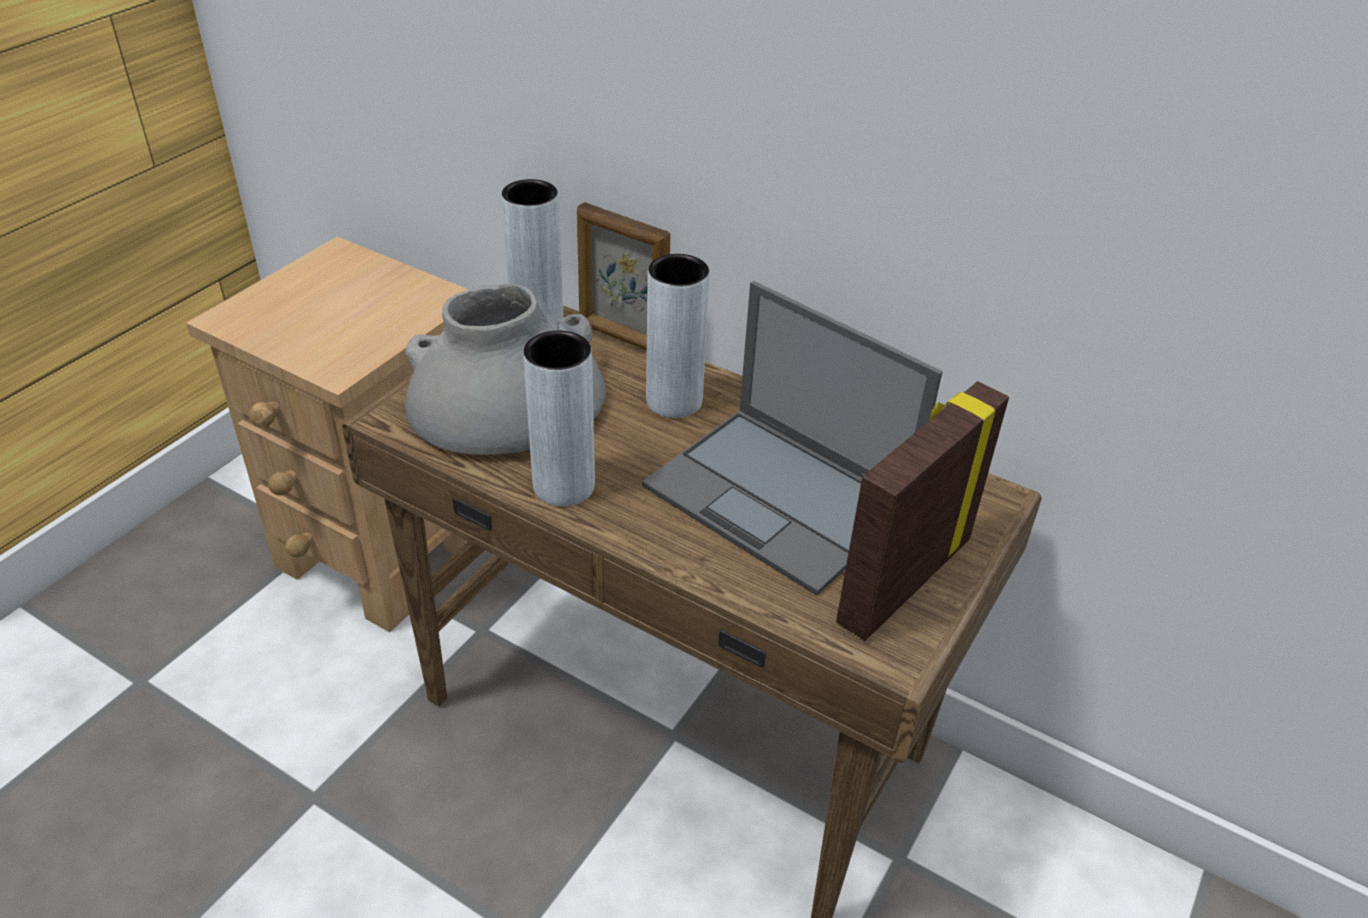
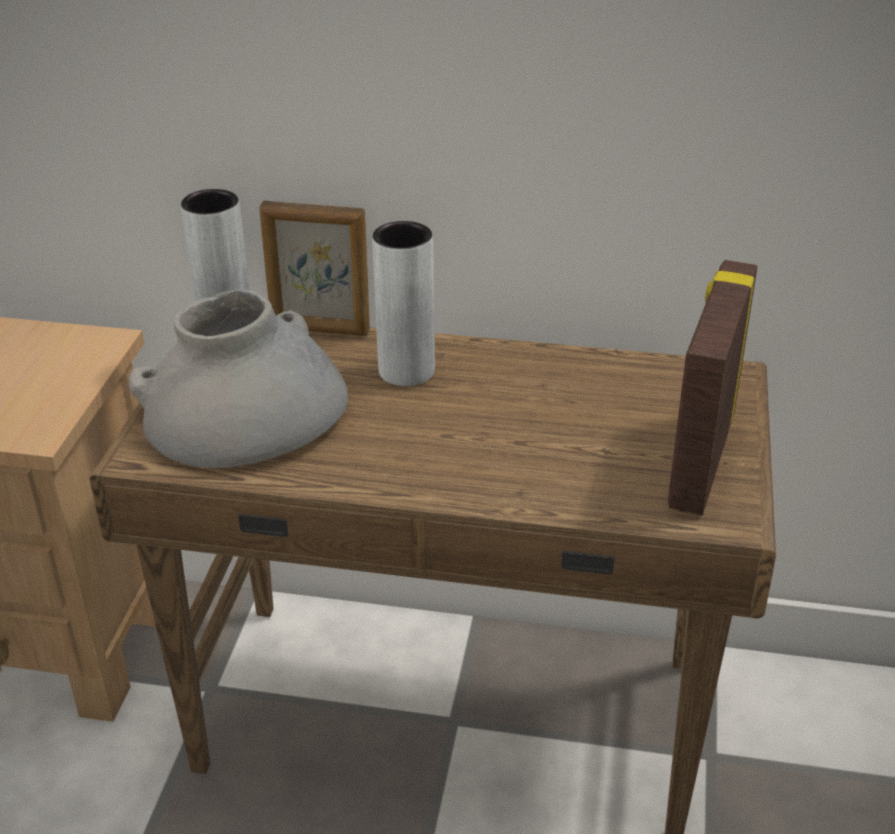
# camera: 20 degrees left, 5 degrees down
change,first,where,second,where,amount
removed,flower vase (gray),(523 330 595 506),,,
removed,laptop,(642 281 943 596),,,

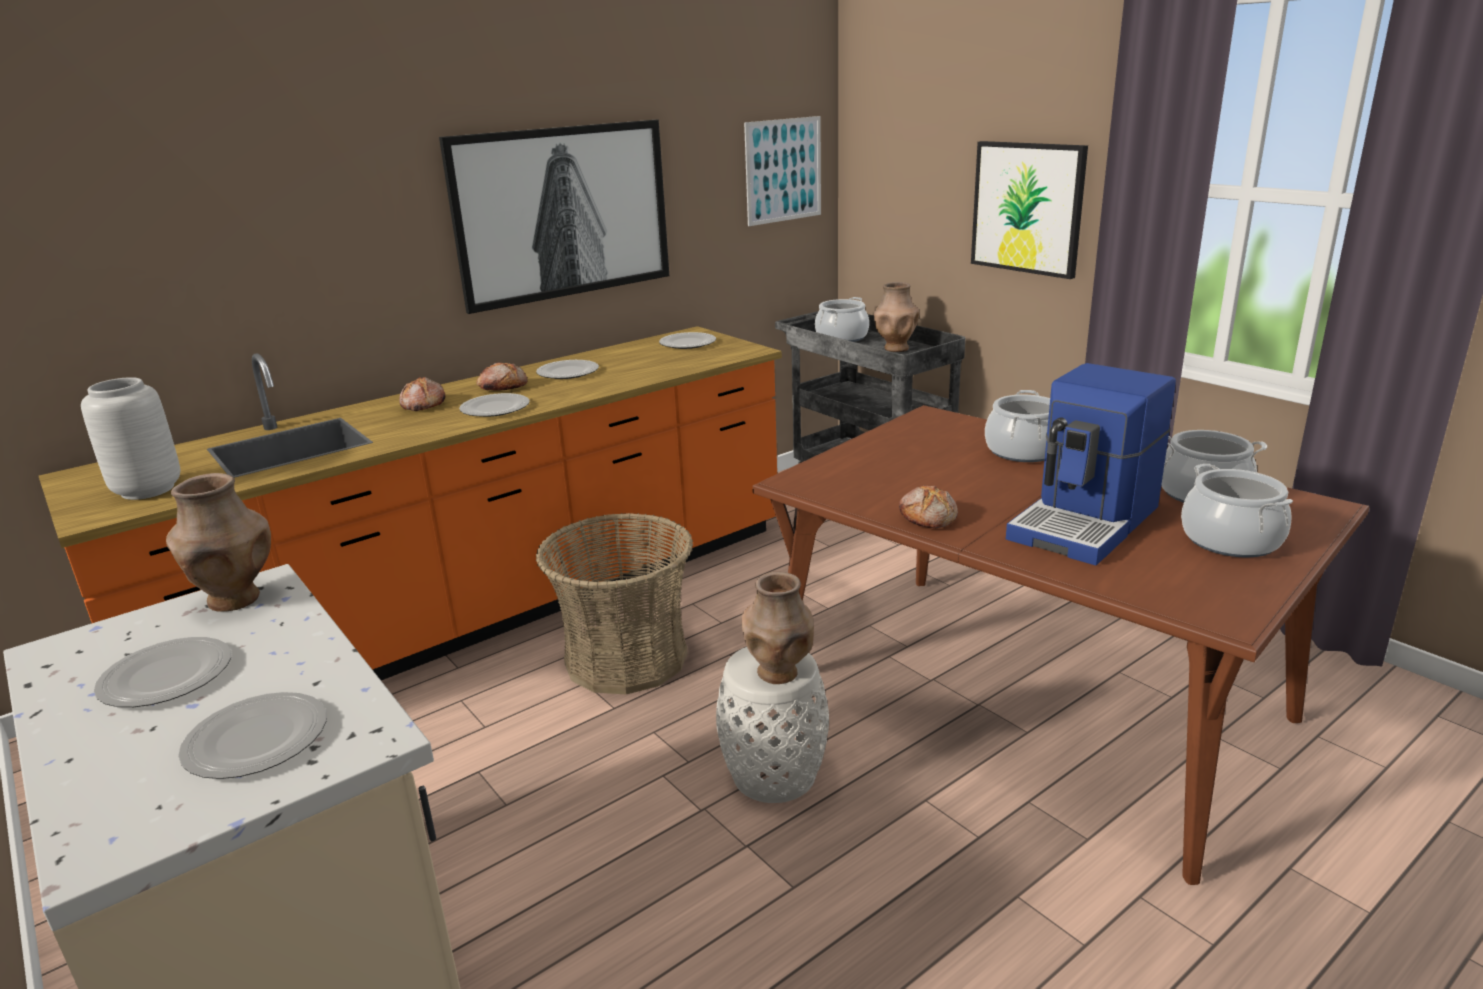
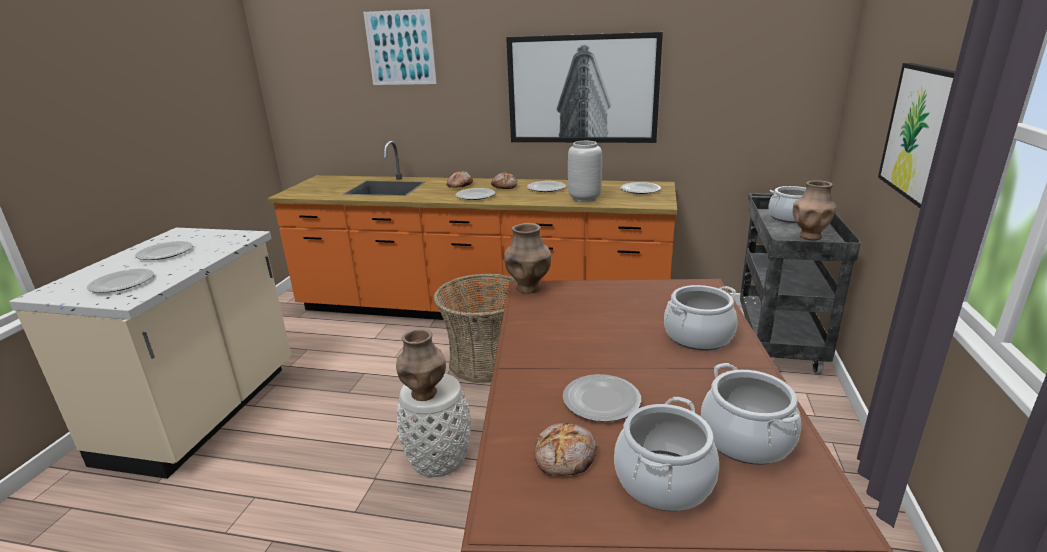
# camera: 50 degrees right, 0 degrees up
change,first,where,second,where,amount
moved,flower vase (gray),(81 377 180 500),,(568 141 602 202),
moved,flower vase (brown-coloured),(166 473 271 612),,(504 223 551 294),
moved,wall picture,(744 116 821 226),,(363 9 437 85),
moved,baked bread,(899 485 958 528),,(534 423 597 476),
replaced,coffee maker,(1006 363 1176 566),plate,(563 374 641 422),

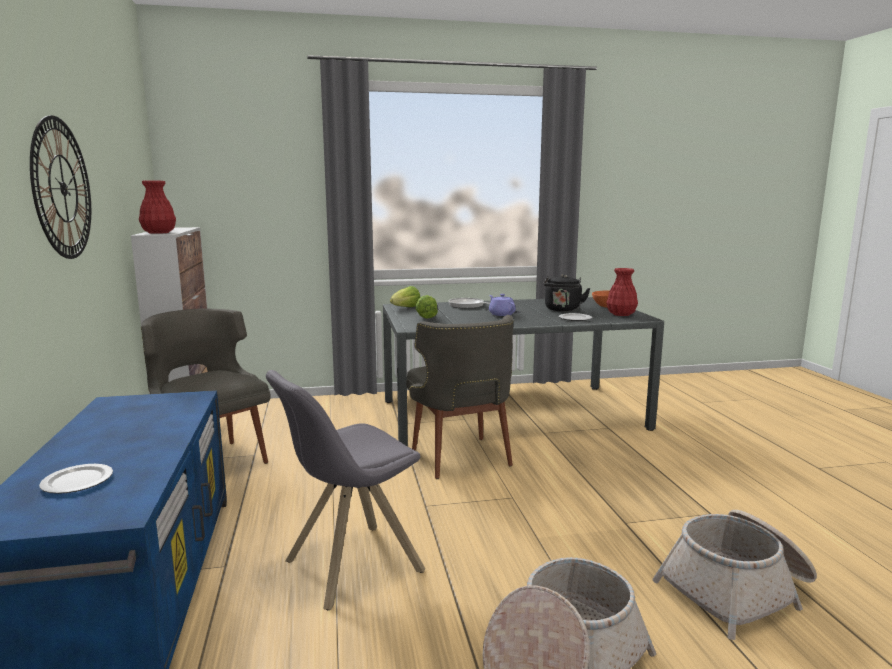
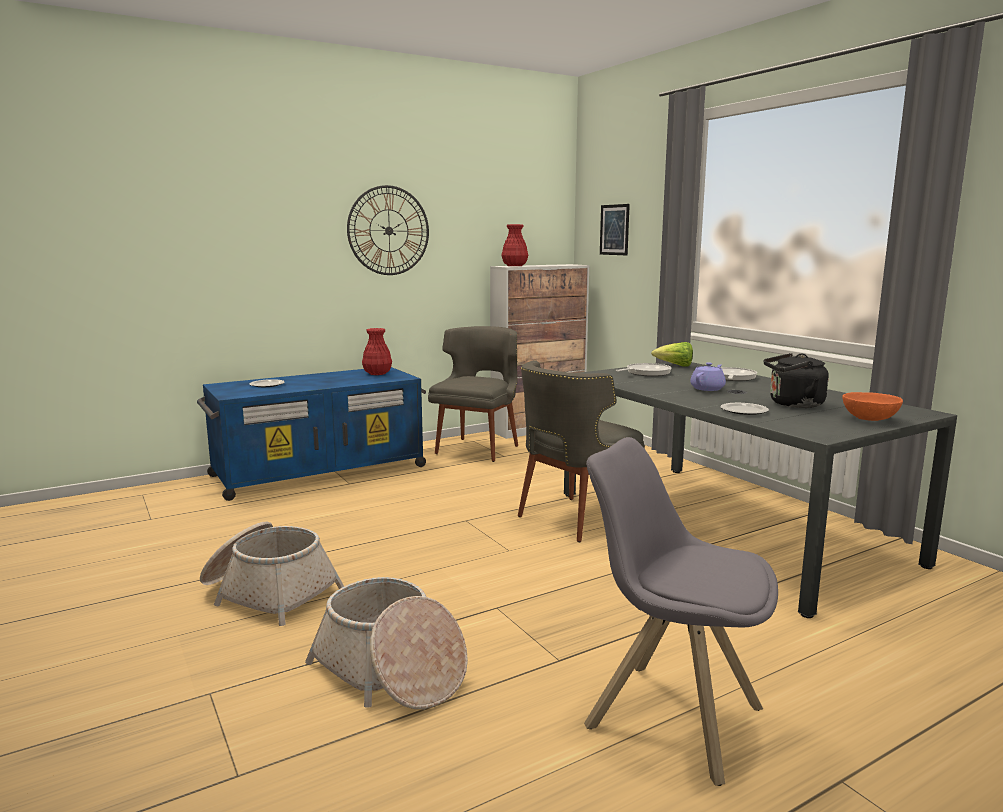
# camera: 70 degrees right, 0 degrees up
change,first,where,second,where,amount
added,,,wall picture,(600 204 630 255),
moved,upright chair (gray),(266 370 425 610),,(584 437 778 786),
moved,flower vase (red-coloured),(606 268 638 316),,(362 328 392 375),
replaced,lettuce head,(415 295 438 318),frying pan,(616 363 672 376),

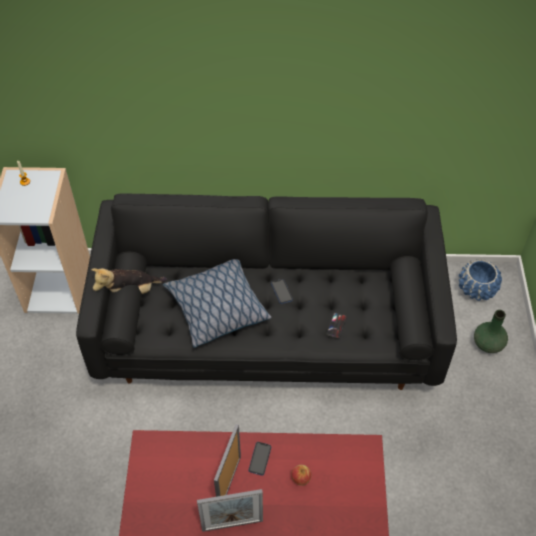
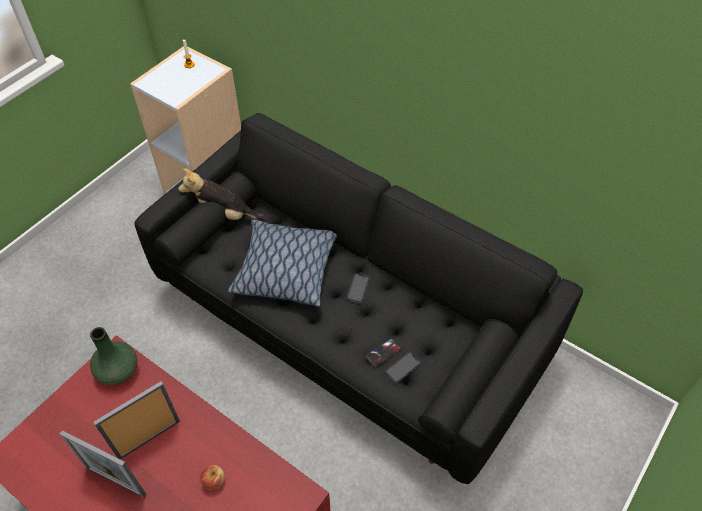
# camera: 35 degrees right, 0 degrees up
change,first,where,second,where,amount
removed,plant pot (blue-coloured),(458 259 502 301),,,
moved,phone,(248 442 271 476),,(385 352 421 383),
moved,flower vase (green-coloured),(474 310 508 353),,(90 327 137 385),

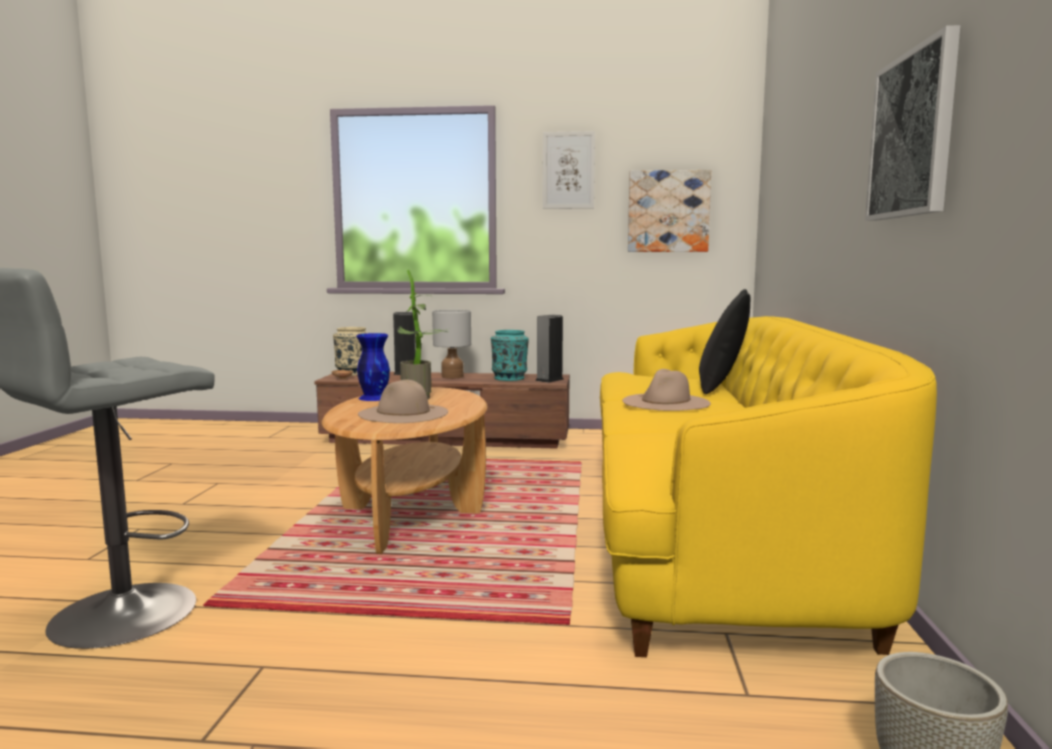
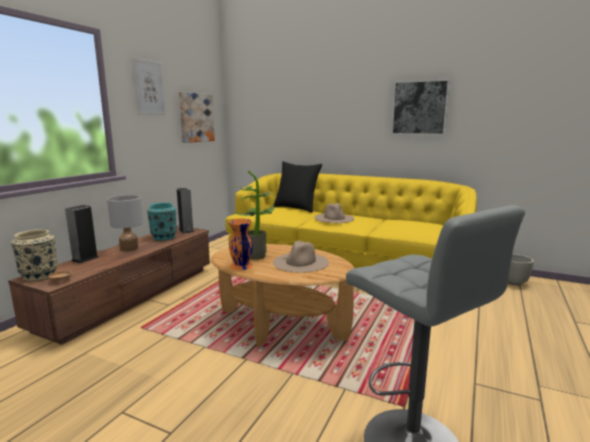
# camera: 70 degrees left, 5 degrees up
change,first,where,second,where,amount
recoloured,flower vase (blue-coloured),(356 333 390 401),flower vase (orange),(228 219 253 270),

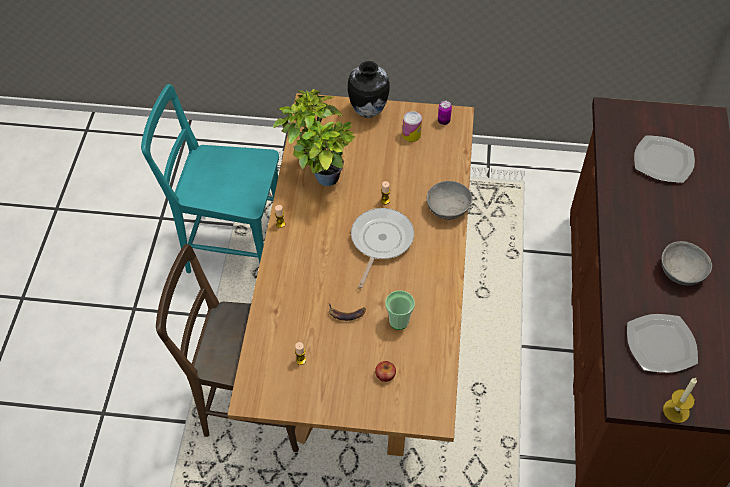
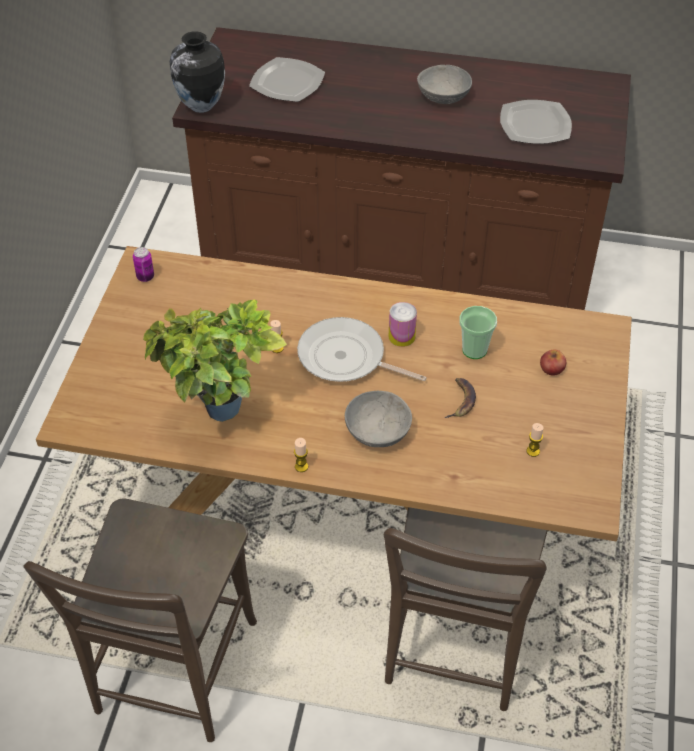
# camera: 85 degrees left, 5 degrees down
change,first,where,second,where,amount
removed,candle,(663 378 697 423),,,
moved,flower vase,(348 61 390 118),,(170 31 225 113),
moved,can,(402 111 422 142),,(389 302 417 347),
moved,serving bowl (gray),(427 181 472 220),,(345 391 412 447),
recoloured,upright chair (turquoise-coloured),(141 84 279 273),upright chair (brown-coloured),(24 499 257 742),

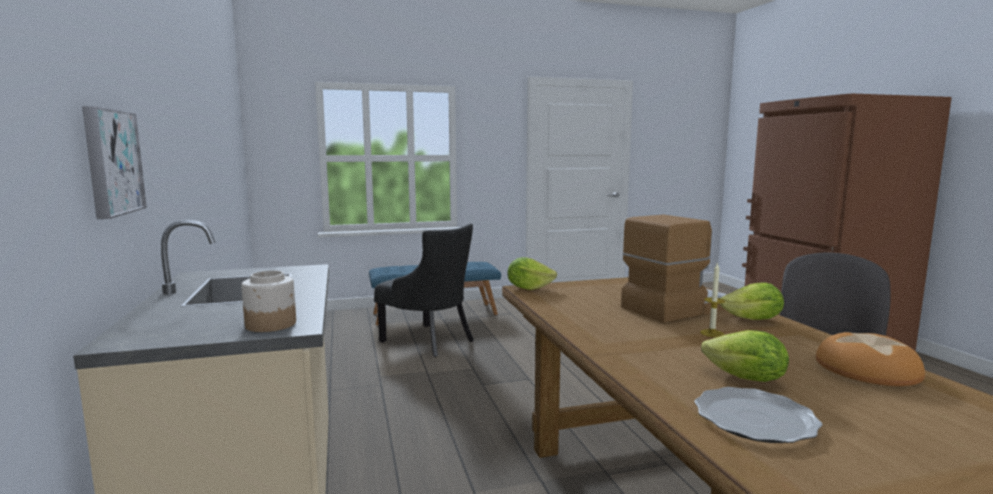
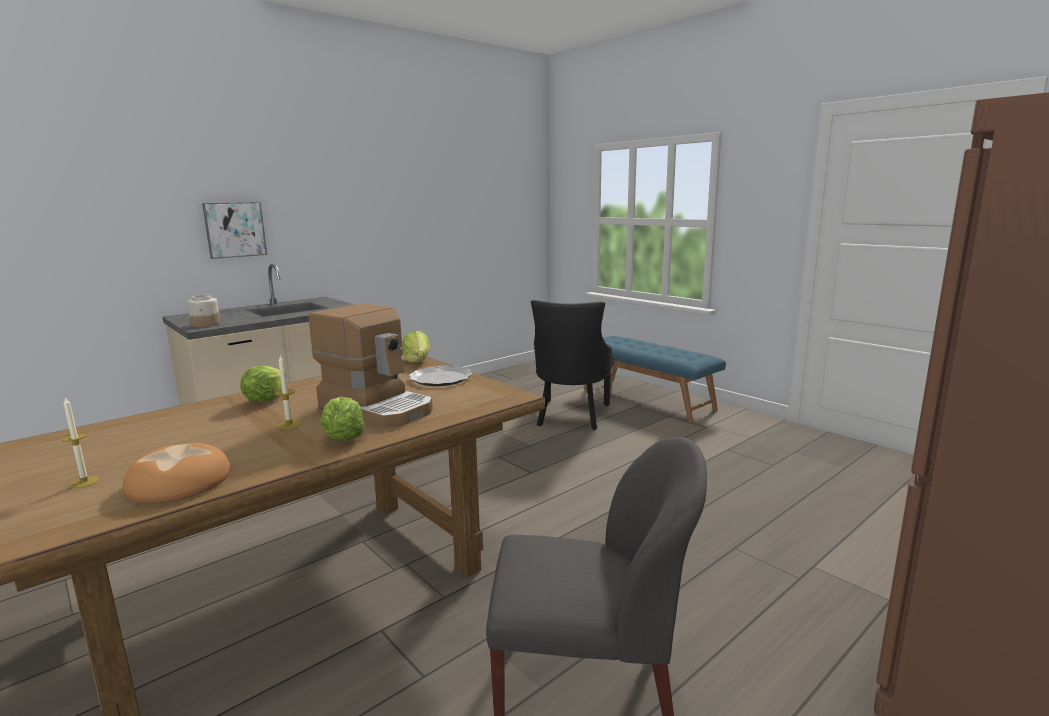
# camera: 65 degrees right, 5 degrees up
change,first,where,second,where,amount
added,,,candle,(62 397 99 488),
moved,plate,(694 387 823 443),,(409 366 472 386),
moved,lettuce head,(701 330 789 382),,(240 365 286 402),

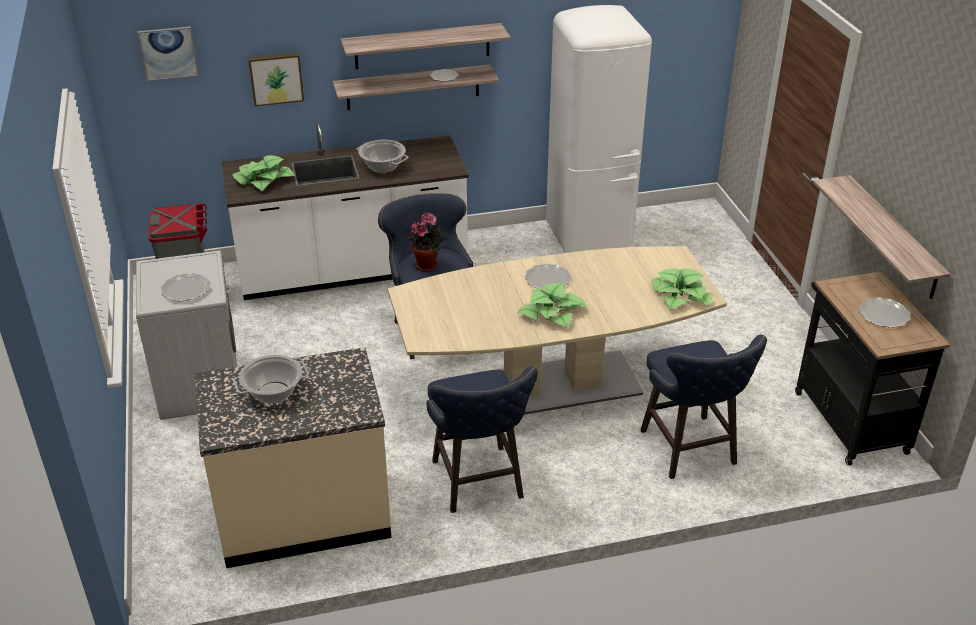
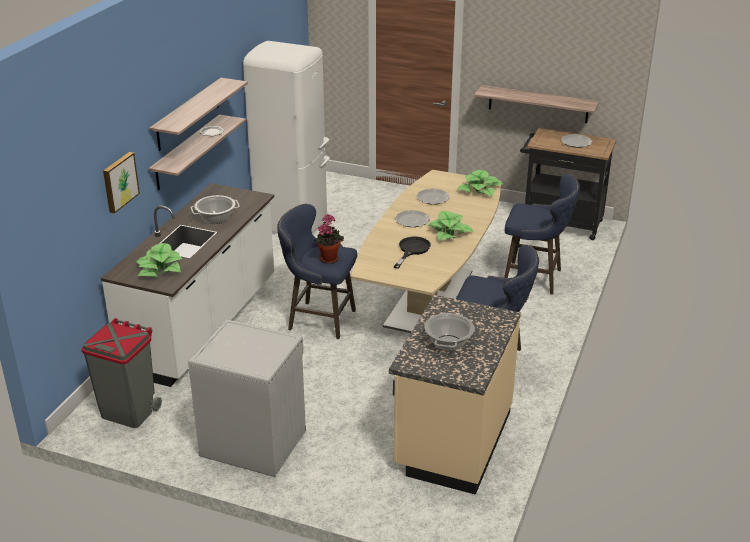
# camera: 55 degrees left, 5 degrees down
change,first,where,second,where,amount
removed,wall picture,(137 26 199 81),,,
added,,,frying pan (black-coloured),(393 237 431 269),
moved,plate,(161 273 210 301),,(416 189 450 205),

